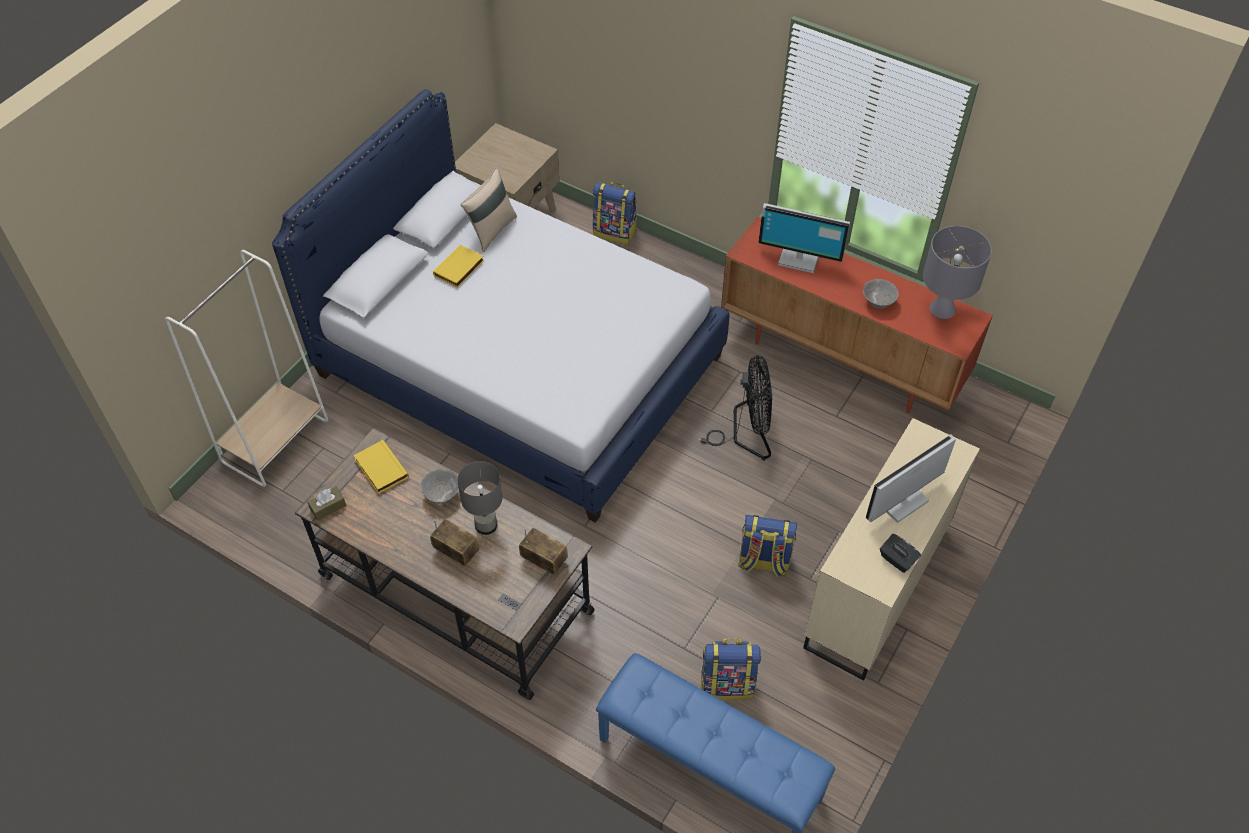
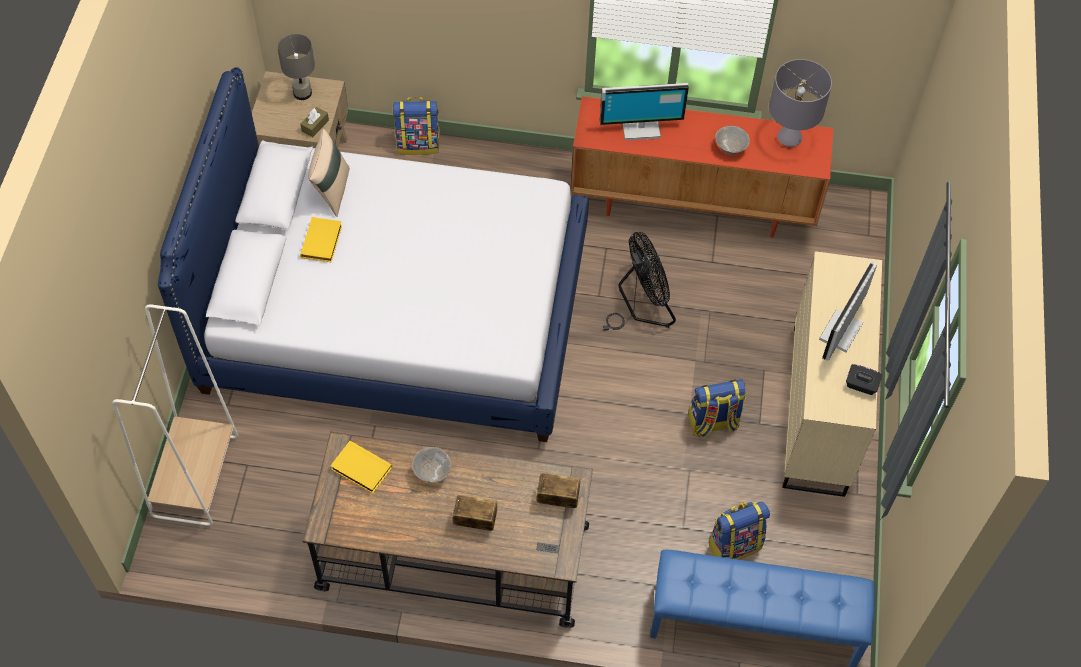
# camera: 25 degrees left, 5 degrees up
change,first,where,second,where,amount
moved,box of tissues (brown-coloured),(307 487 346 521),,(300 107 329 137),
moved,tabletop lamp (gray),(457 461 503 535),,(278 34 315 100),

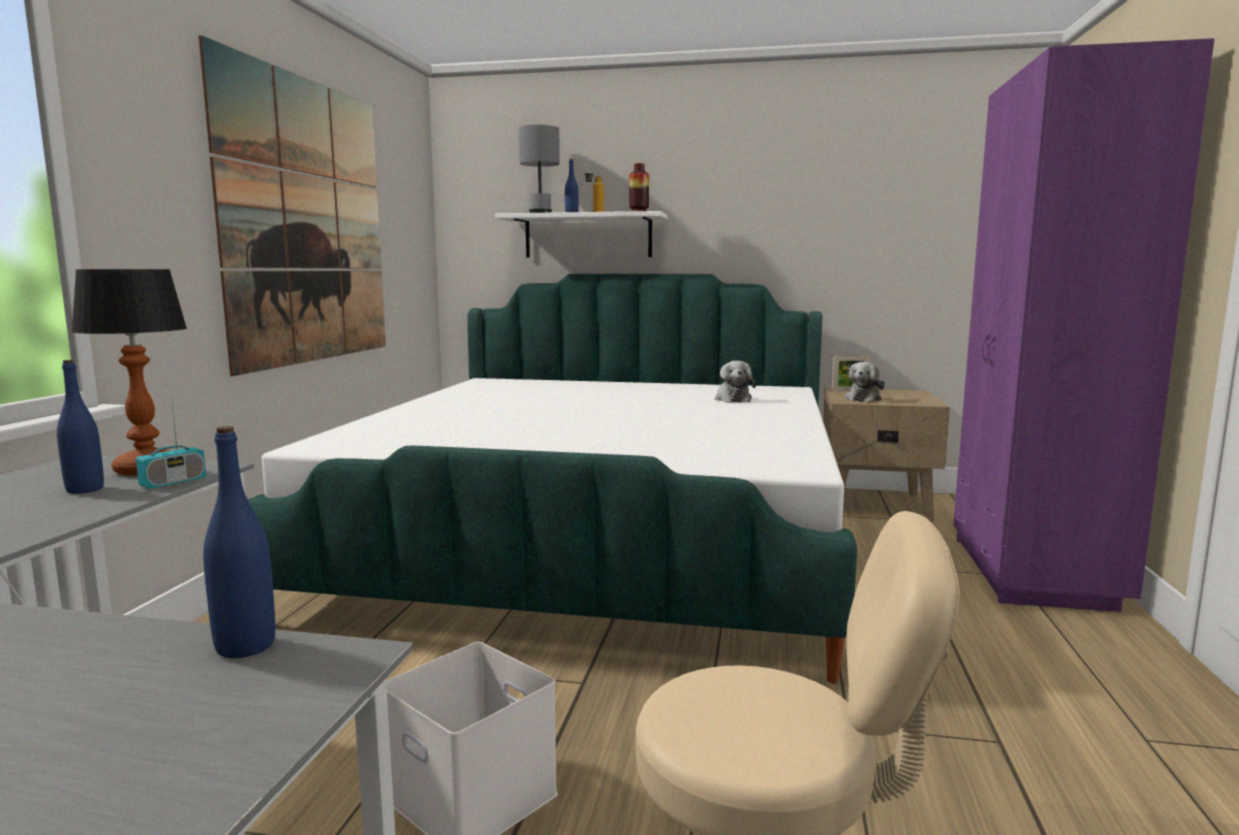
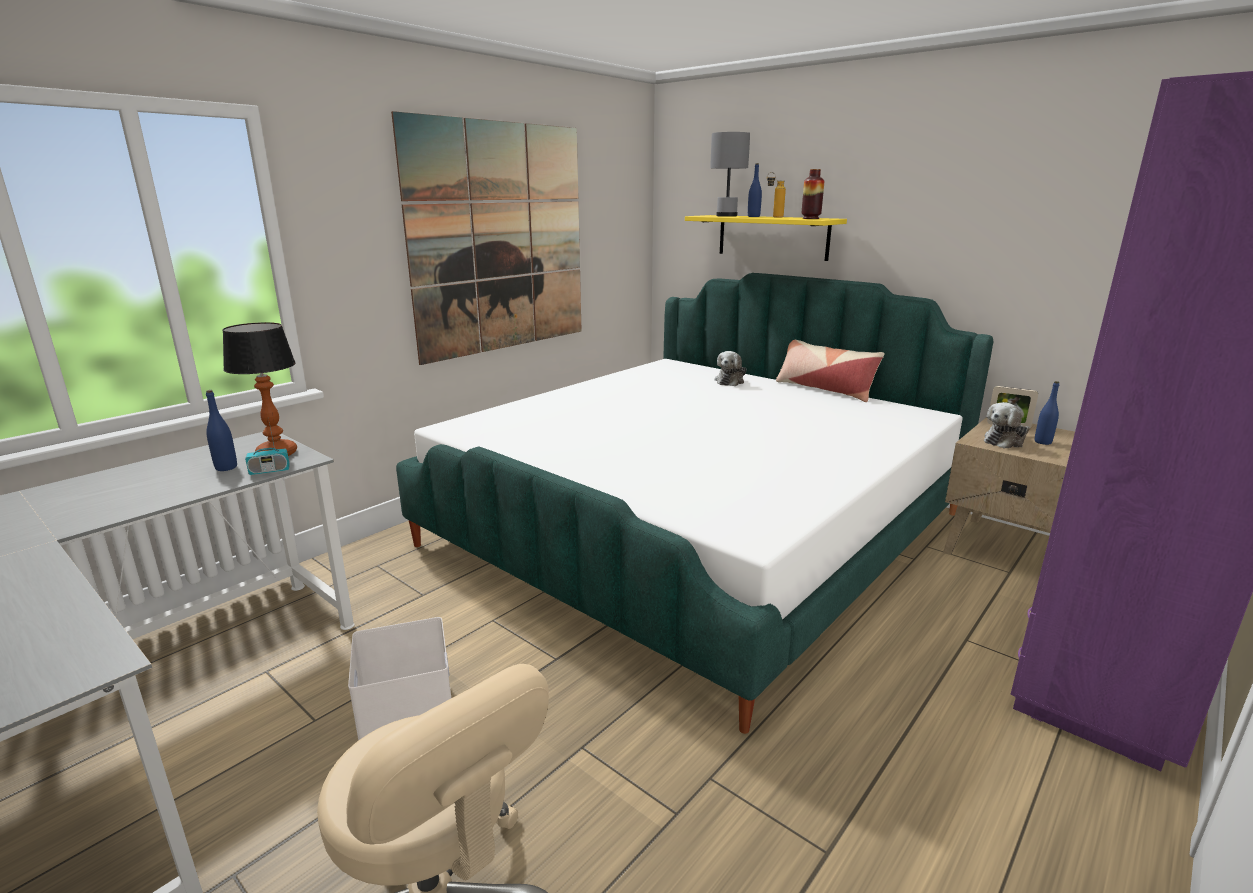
# camera: 30 degrees right, 10 degrees up
change,first,where,second,where,amount
added,,,pillow,(776 340 885 402),
moved,drink bottle (blue-coloured),(203 426 275 658),,(1035 381 1059 445),
moved,cuddly toy,(715 361 756 403),,(715 351 747 386),
recoloured,shelf (white-coloured),(495 211 668 257),shelf (yellow-coloured),(685 215 847 261),

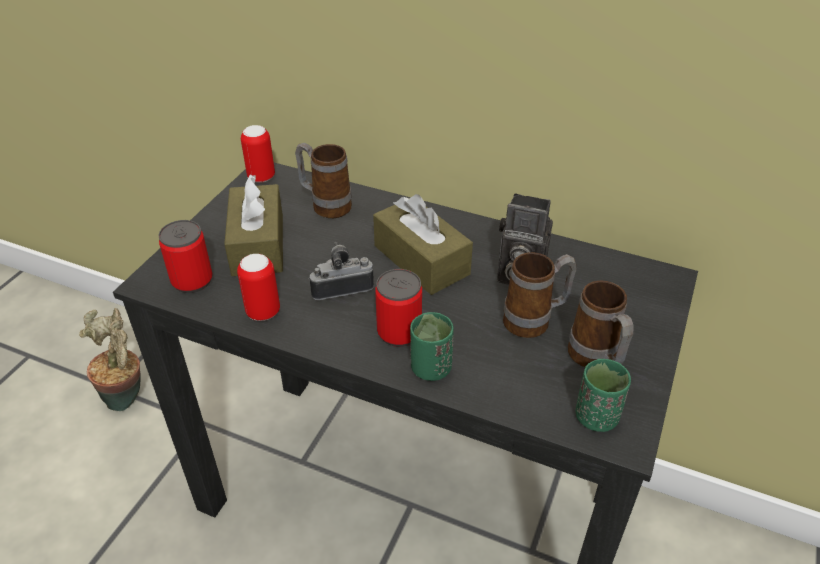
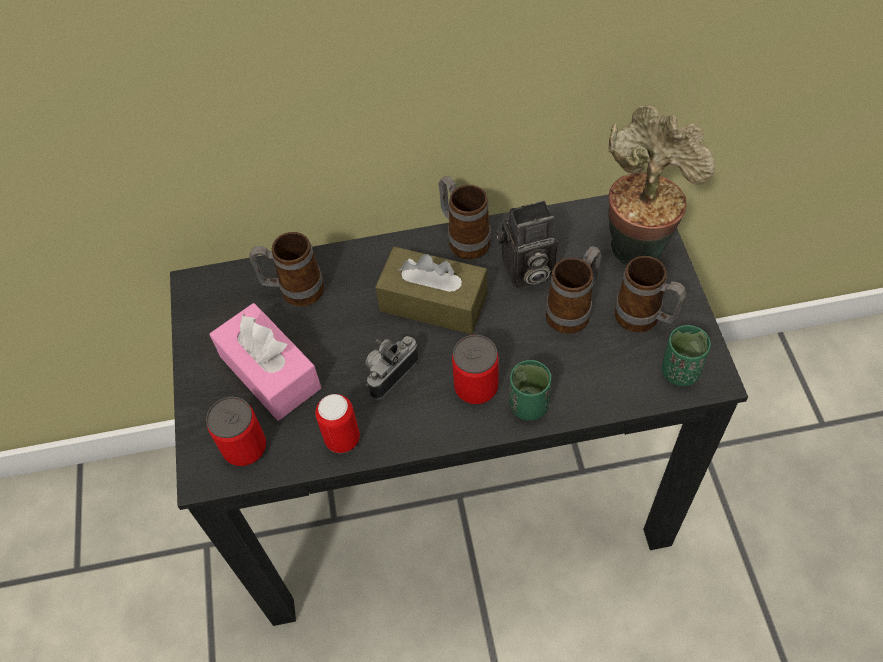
# camera: 30 degrees left, 15 degrees up
change,first,where,second,where,amount
removed,can,(241 125 275 183),,,
added,,,mug,(438 176 491 259),
moved,houseplant,(79 308 141 411),,(608 105 715 265),
recoloured,box of tissues (brown-coloured),(224 174 283 276),box of tissues (pinkish),(209 303 321 421),

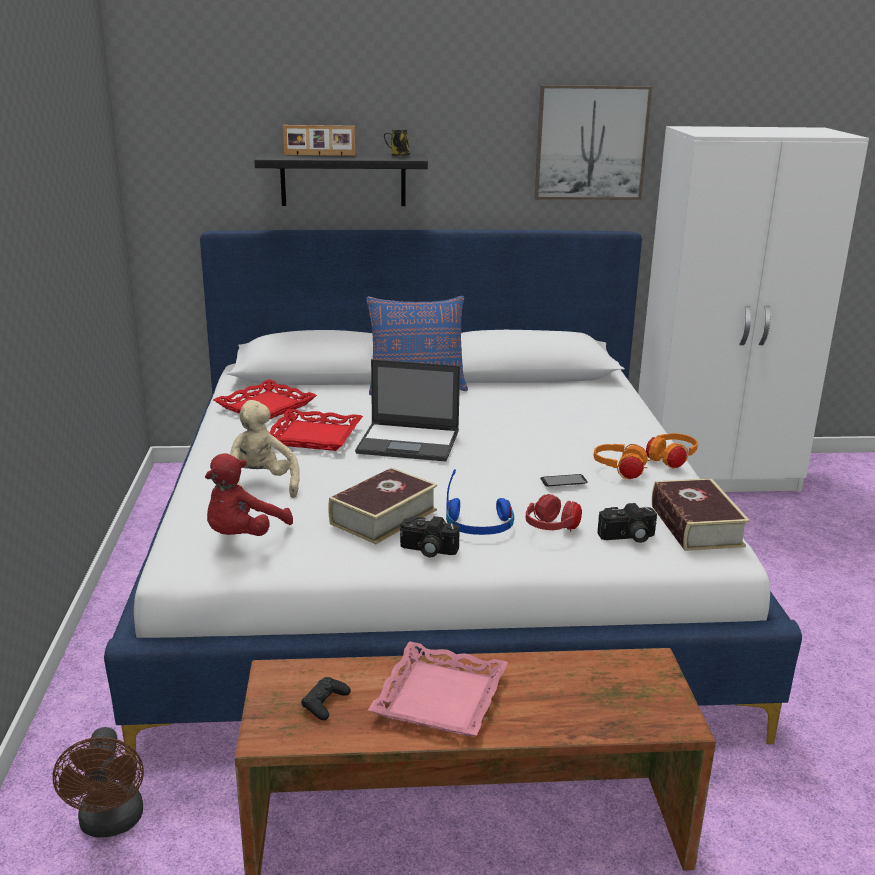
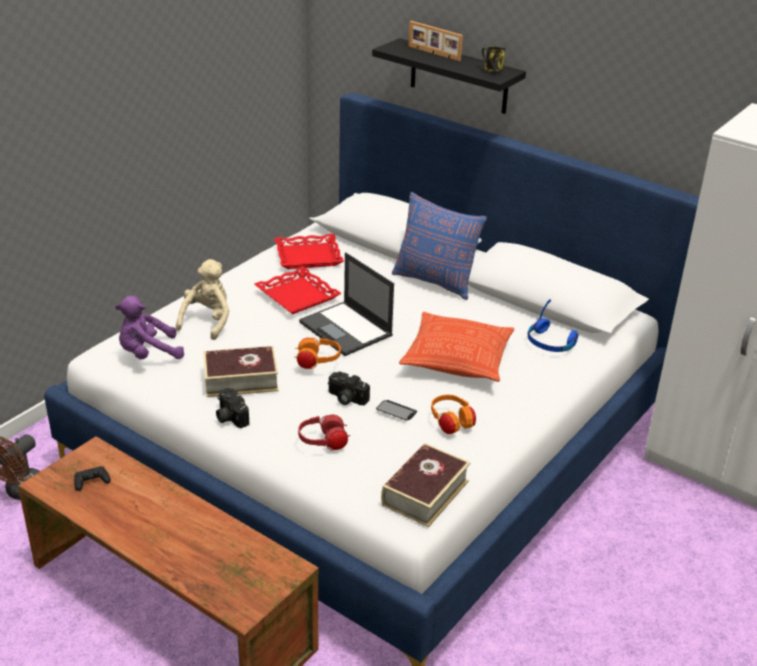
# camera: 40 degrees right, 10 degrees up
change,first,where,second,where,amount
removed,serving tray (pinkish),(368 642 508 736),,,
removed,wall picture,(535 85 652 200),,,
added,,,pillow (orange),(399 312 514 382),
moved,pair of headphones (blue-coloured),(446 469 514 535),,(528 299 578 352),
moved,photo camera,(597 503 657 543),,(328 372 370 405),
moved,pair of headphones (orange),(646 433 698 468),,(294 338 341 369),
recoloured,cuddly toy (red-coloured),(205 453 293 536),cuddly toy (purple-coloured),(115 296 184 359),

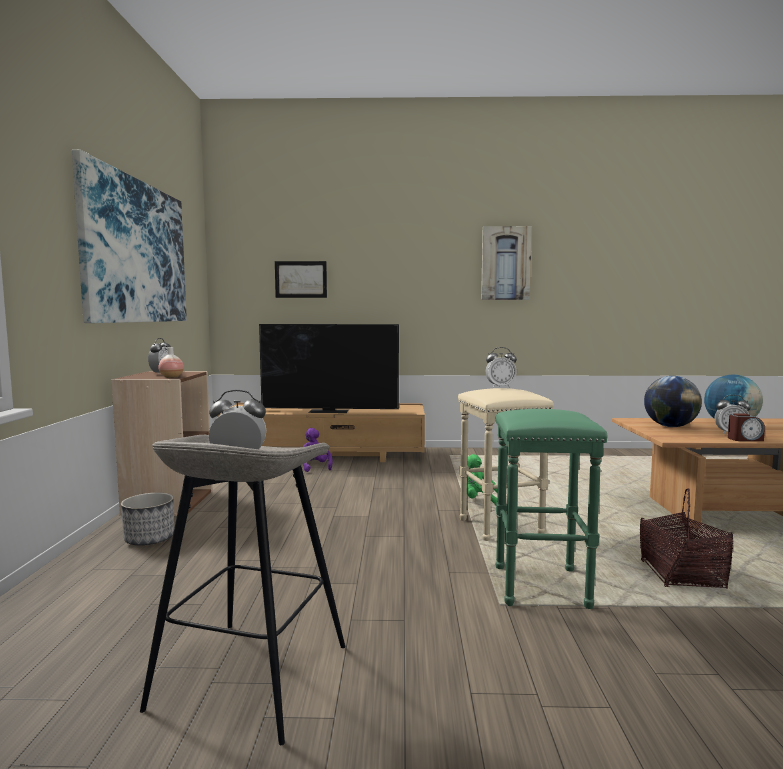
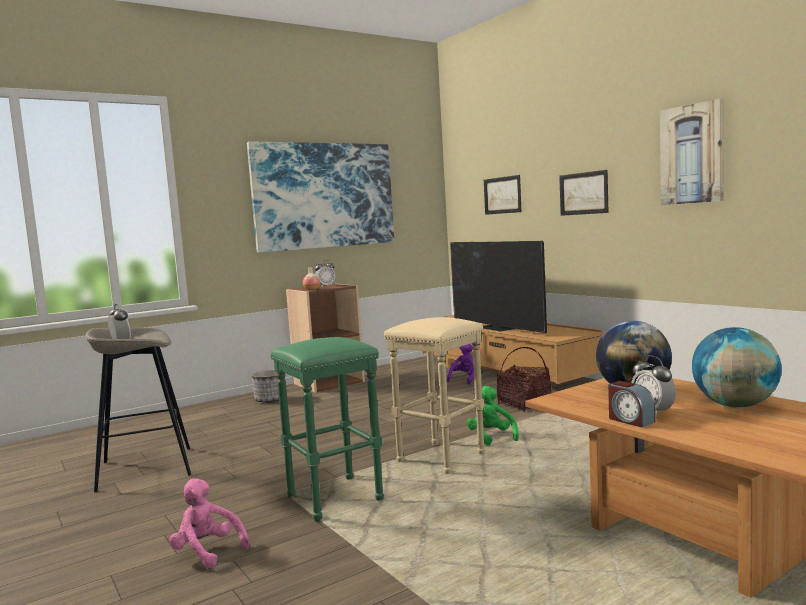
# camera: 55 degrees right, 0 degrees up
change,first,where,second,where,amount
removed,alarm clock,(486 347 517 388),,,
added,,,cuddly toy (pinkish),(169 479 250 568),
added,,,wall picture,(559 170 609 216),
moved,household basket,(640 488 733 589),,(497 347 551 412),

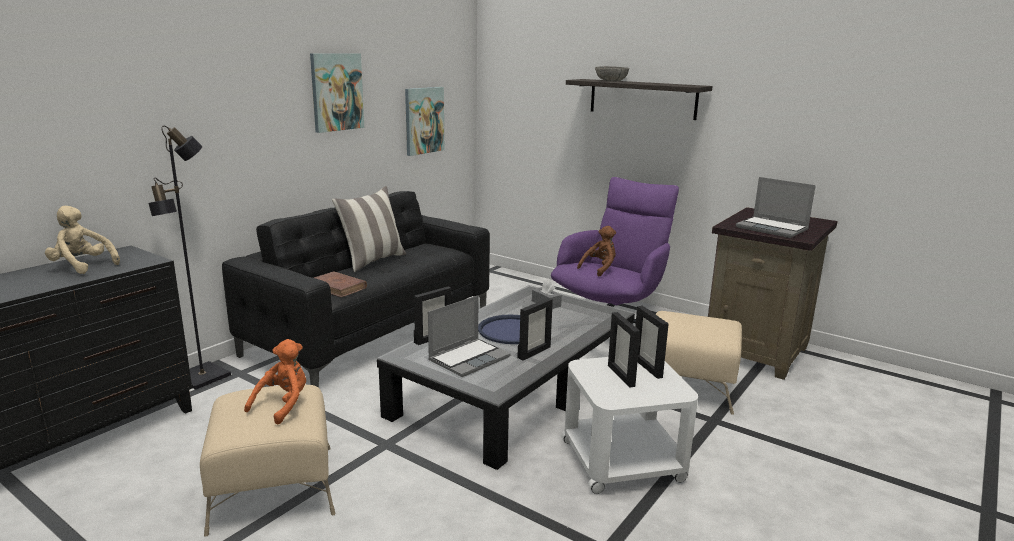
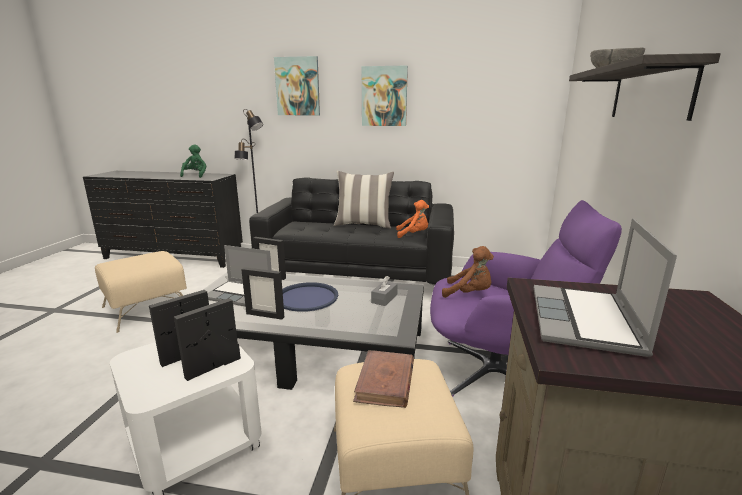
# camera: 65 degrees right, 0 degrees up
change,first,where,second,where,amount
moved,cuddly toy (orange),(244 339 306 424),,(396 200 429 238),
moved,book (brown-coloured),(314 271 367 297),,(353 350 414 408),
moved,wall picture,(405 87 444 156),,(274 56 320 115),
recoloured,cuddly toy (beige-coloured),(45 206 120 274),cuddly toy (green-coloured),(180 144 206 178),

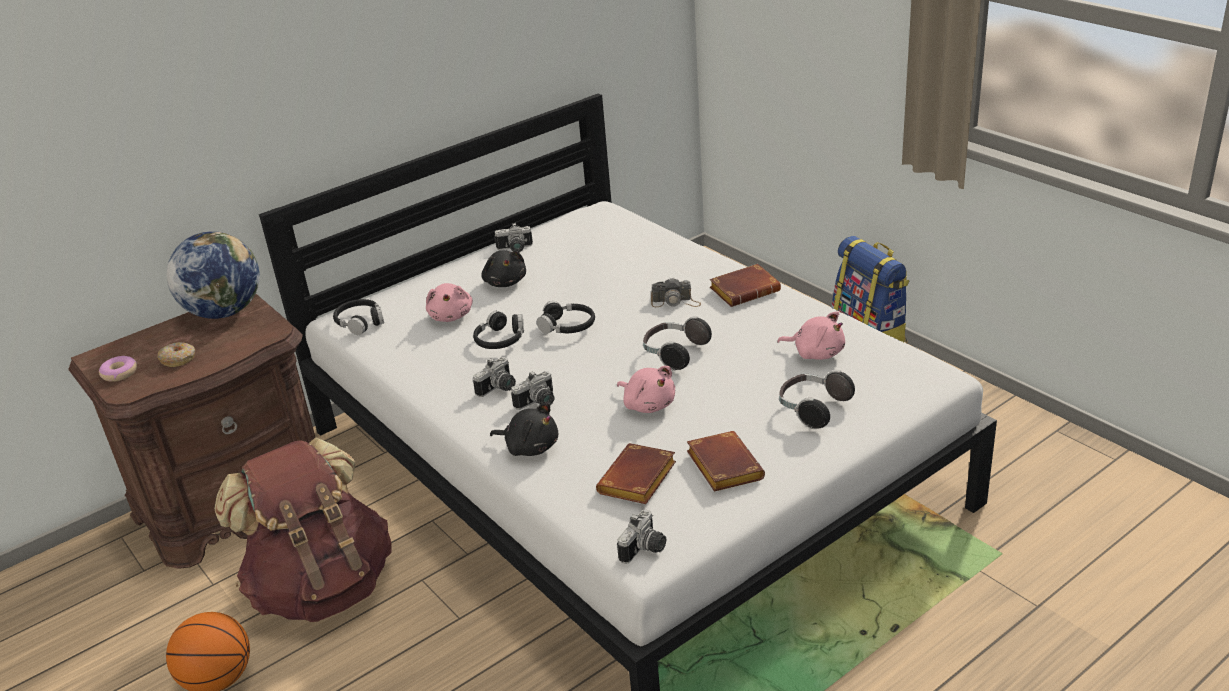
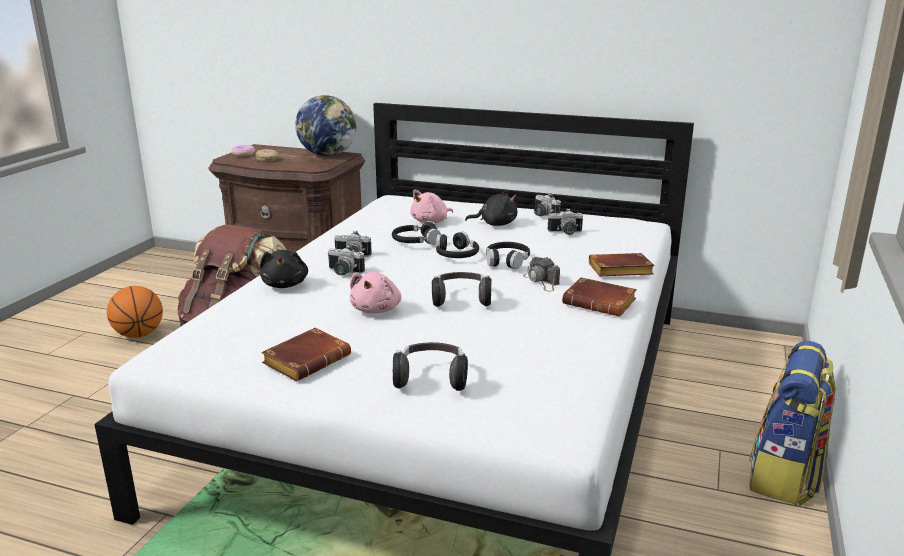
# camera: 55 degrees right, 10 degrees down
change,first,where,second,where,amount
removed,cuddly toy (pinkish),(777 311 845 360),,,
moved,pair of headphones (black-coloured),(333 299 384 335),,(486 242 530 269),
moved,book (brown-coloured),(596 443 676 504),,(589 253 655 276),
moved,photo camera,(617 509 666 564),,(548 208 583 235),
turned,cuddly toy (black-coloured),(482 250 526 287),,(465 190 518 226),120 degrees counterclockwise

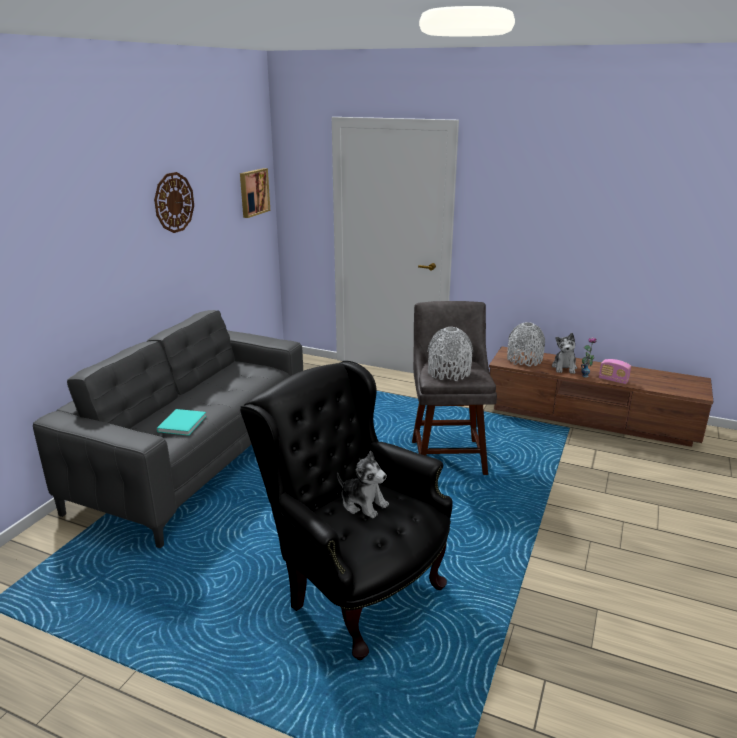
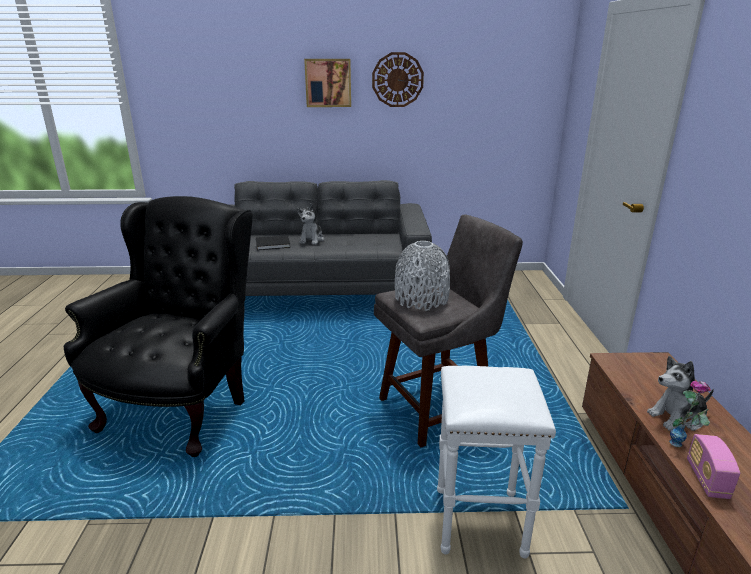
# camera: 65 degrees right, 0 degrees up
change,first,where,second,where,amount
removed,flower vase (gray),(507 322 545 366),,,
added,,,stool seat (white-coloured),(437 366 556 559),
moved,wall picture,(240 168 270 218),,(304 59 351 107),
moved,cuddly toy,(337 451 389 518),,(297 203 324 245),
recoloured,book (turquoise-coloured),(157 409 206 436),book (black-coloured),(256 235 290 250),

